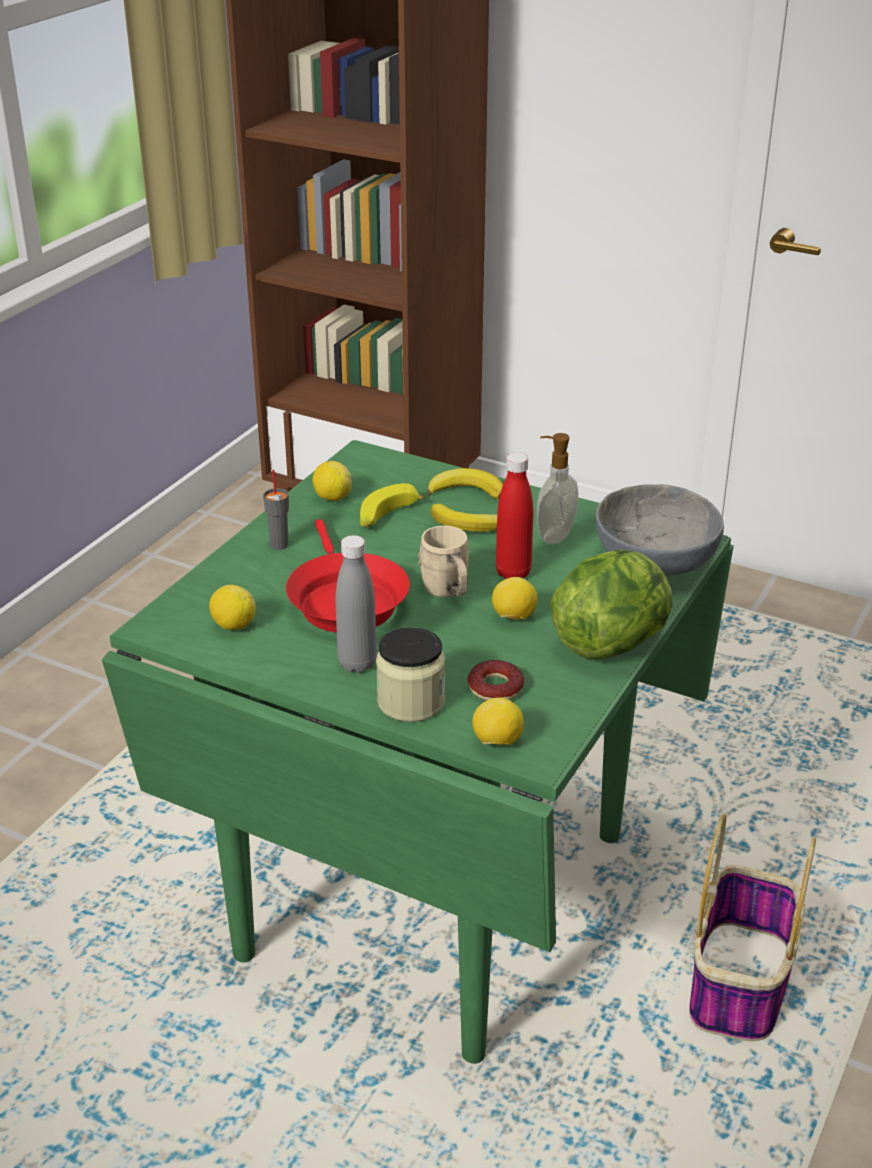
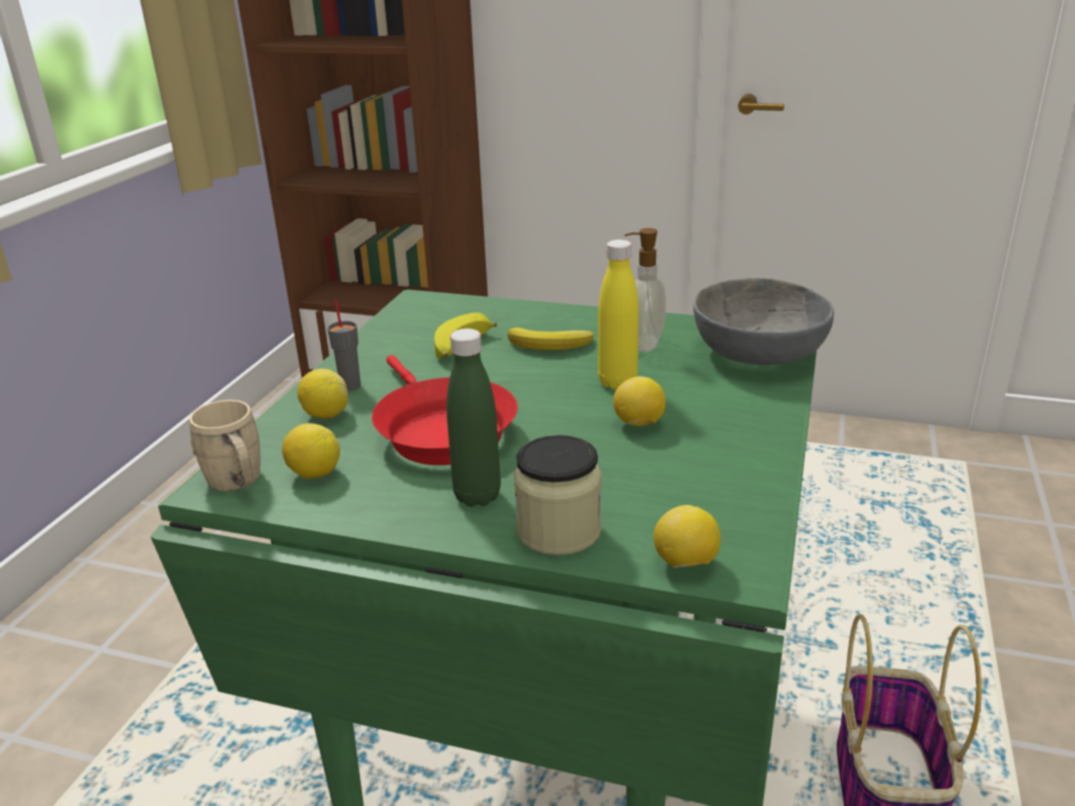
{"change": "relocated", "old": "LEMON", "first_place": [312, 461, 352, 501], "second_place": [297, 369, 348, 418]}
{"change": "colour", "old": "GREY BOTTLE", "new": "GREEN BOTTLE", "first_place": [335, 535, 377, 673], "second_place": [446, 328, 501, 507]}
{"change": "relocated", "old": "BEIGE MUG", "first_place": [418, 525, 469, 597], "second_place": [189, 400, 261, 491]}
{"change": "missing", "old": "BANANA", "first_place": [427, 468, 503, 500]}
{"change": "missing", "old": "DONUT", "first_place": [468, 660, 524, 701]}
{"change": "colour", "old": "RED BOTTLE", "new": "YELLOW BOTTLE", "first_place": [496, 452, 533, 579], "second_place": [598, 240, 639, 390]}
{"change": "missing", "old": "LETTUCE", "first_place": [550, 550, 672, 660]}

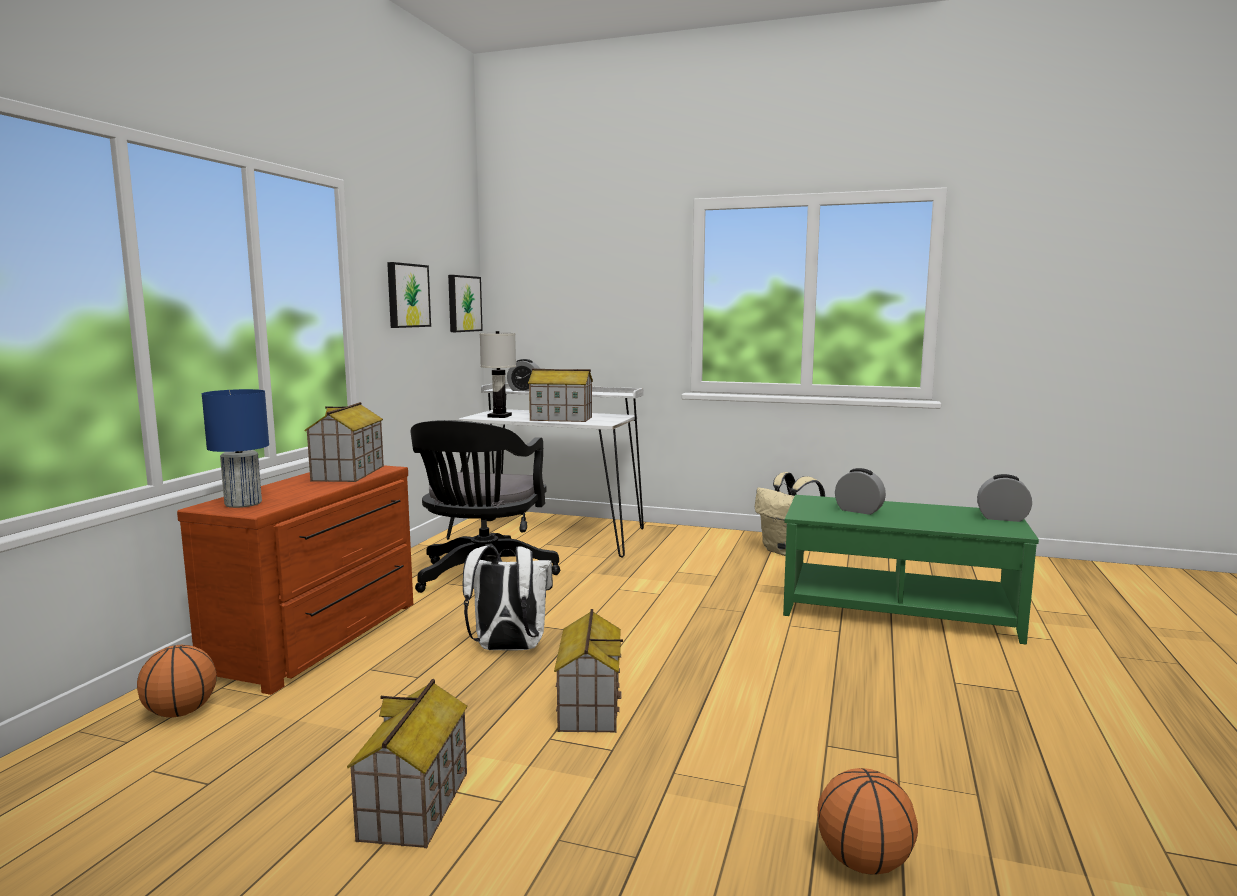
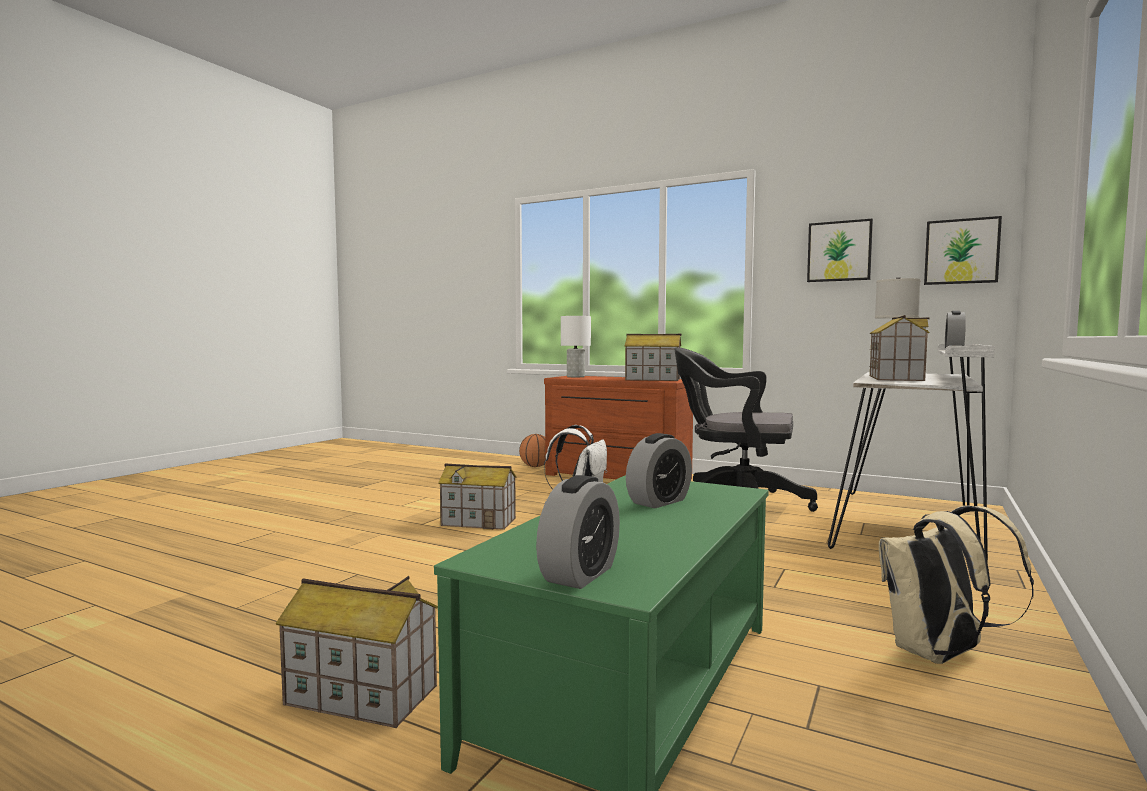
{"change": "colour", "old": "BLUE TABLE LAMP", "new": "WHITE TABLE LAMP", "first_place": [202, 389, 269, 508], "second_place": [561, 316, 591, 377]}
{"change": "relocated", "old": "TOY HOUSE", "first_place": [347, 679, 467, 848], "second_place": [275, 576, 438, 728]}
{"change": "missing", "old": "BASKETBALL", "first_place": [817, 768, 918, 875]}

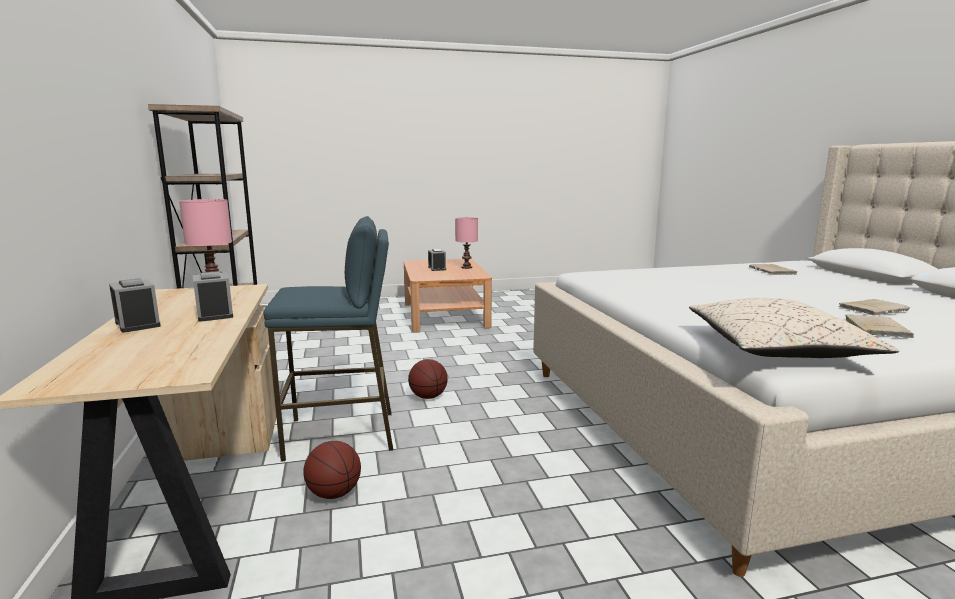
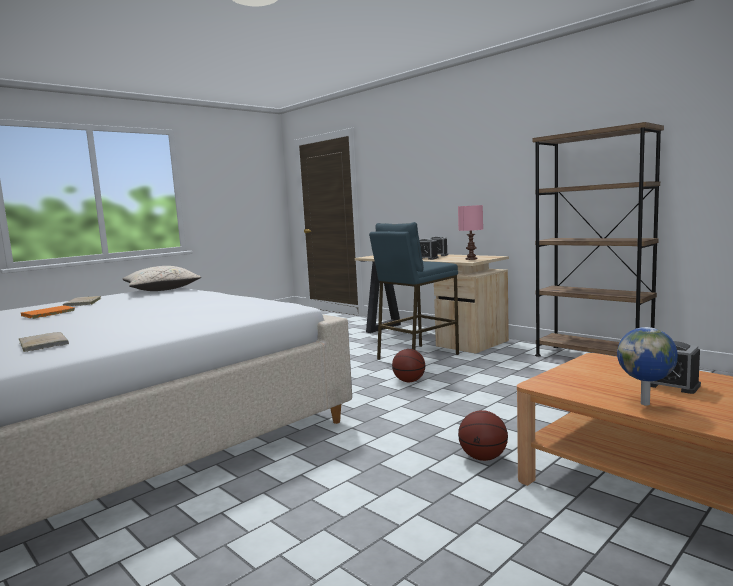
{"change": "relocated", "old": "BASKETBALL", "first_place": [304, 441, 361, 499], "second_place": [458, 410, 508, 461]}
{"change": "exchanged", "old": "PINK TABLE LAMP", "new": "GLOBE", "first_place": [455, 217, 478, 269], "second_place": [617, 327, 678, 406]}
{"change": "colour", "old": "BEIGE BOOK", "new": "ORANGE BOOK", "first_place": [838, 299, 910, 316], "second_place": [21, 305, 75, 319]}

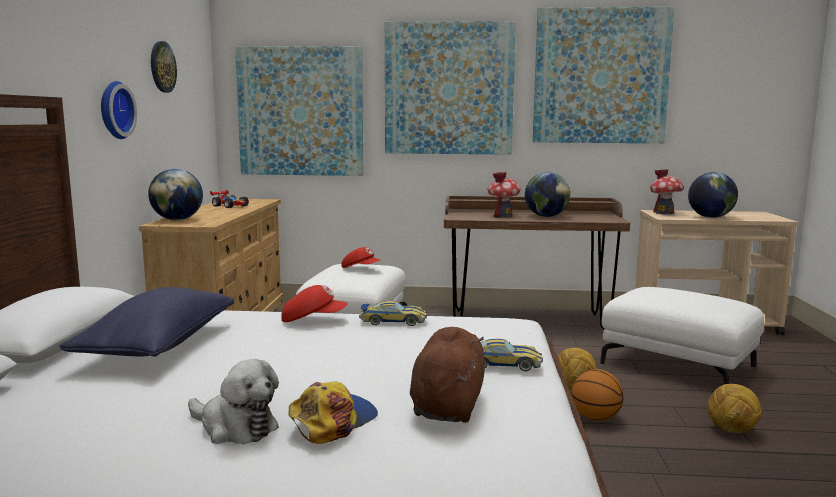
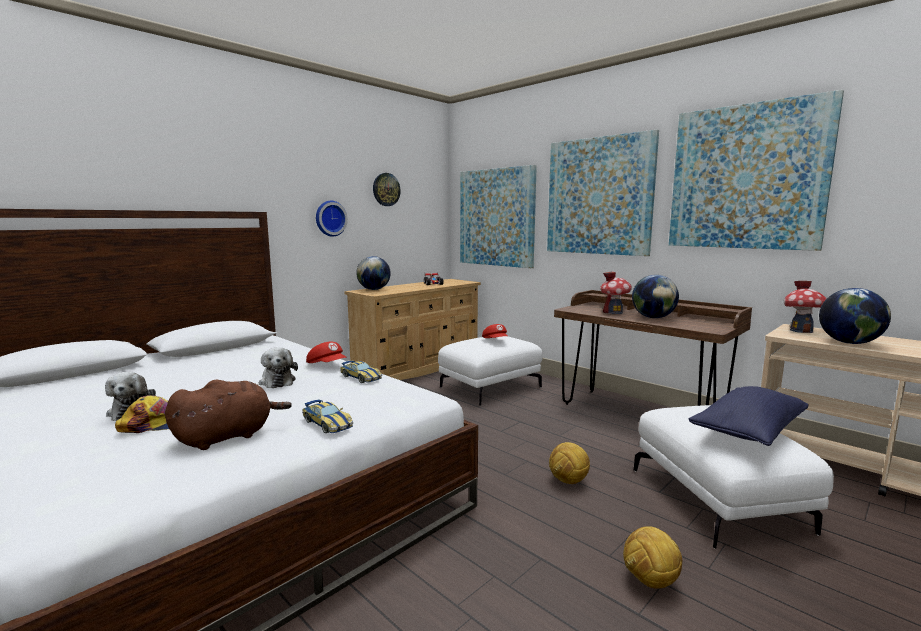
{"change": "relocated", "old": "BLUE PILLOW", "first_place": [59, 287, 234, 356], "second_place": [689, 386, 809, 446]}
{"change": "missing", "old": "BASKETBALL", "first_place": [572, 369, 624, 421]}
{"change": "appeared", "new": "PLUSH TOY", "second_place": [259, 347, 298, 388]}

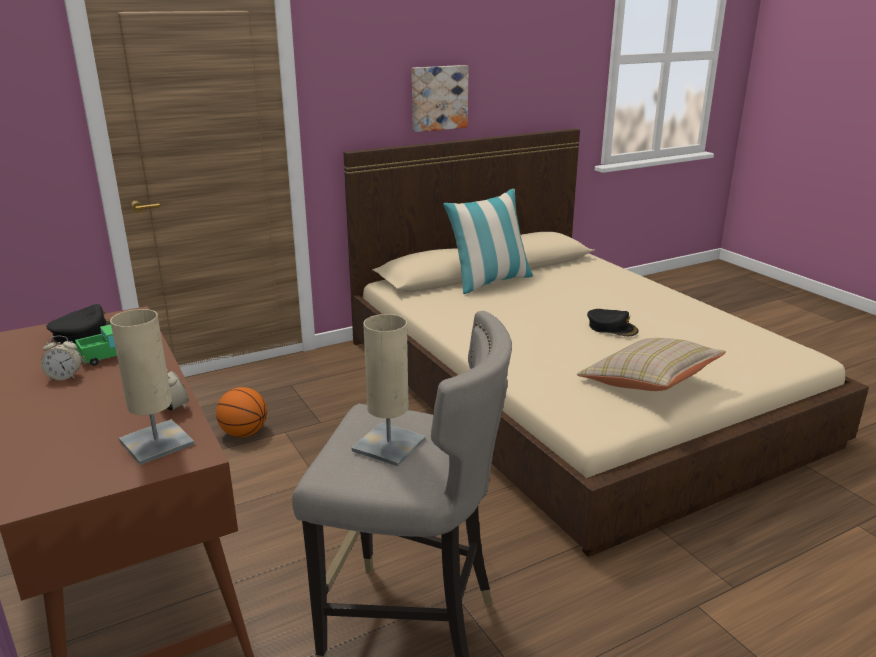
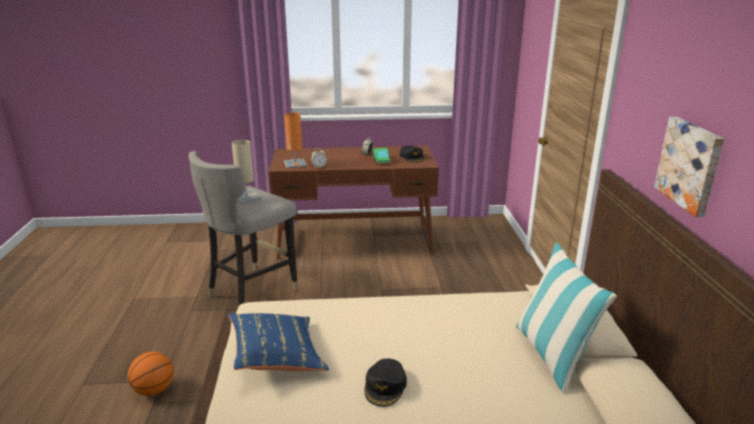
{"change": "colour", "old": "BEIGE TABLE LAMP", "new": "ORANGE TABLE LAMP", "first_place": [110, 309, 194, 465], "second_place": [284, 113, 307, 168]}
{"change": "relocated", "old": "BASKETBALL", "first_place": [216, 387, 267, 437], "second_place": [128, 352, 174, 396]}
{"change": "colour", "old": "BEIGE PILLOW", "new": "BLUE PILLOW", "first_place": [577, 338, 726, 391], "second_place": [228, 313, 329, 371]}
{"change": "spun", "old": "BLACK CAP", "first_place": [587, 309, 639, 336], "second_place": [365, 359, 407, 407], "degrees": -45}

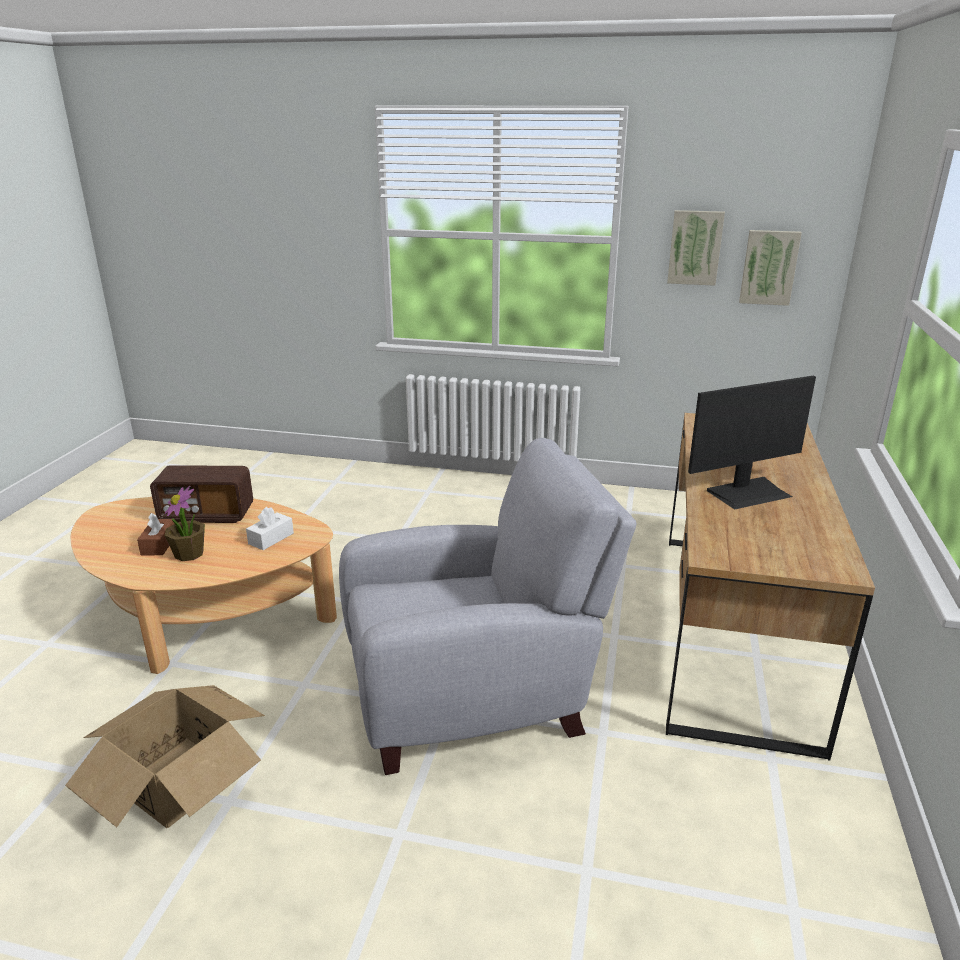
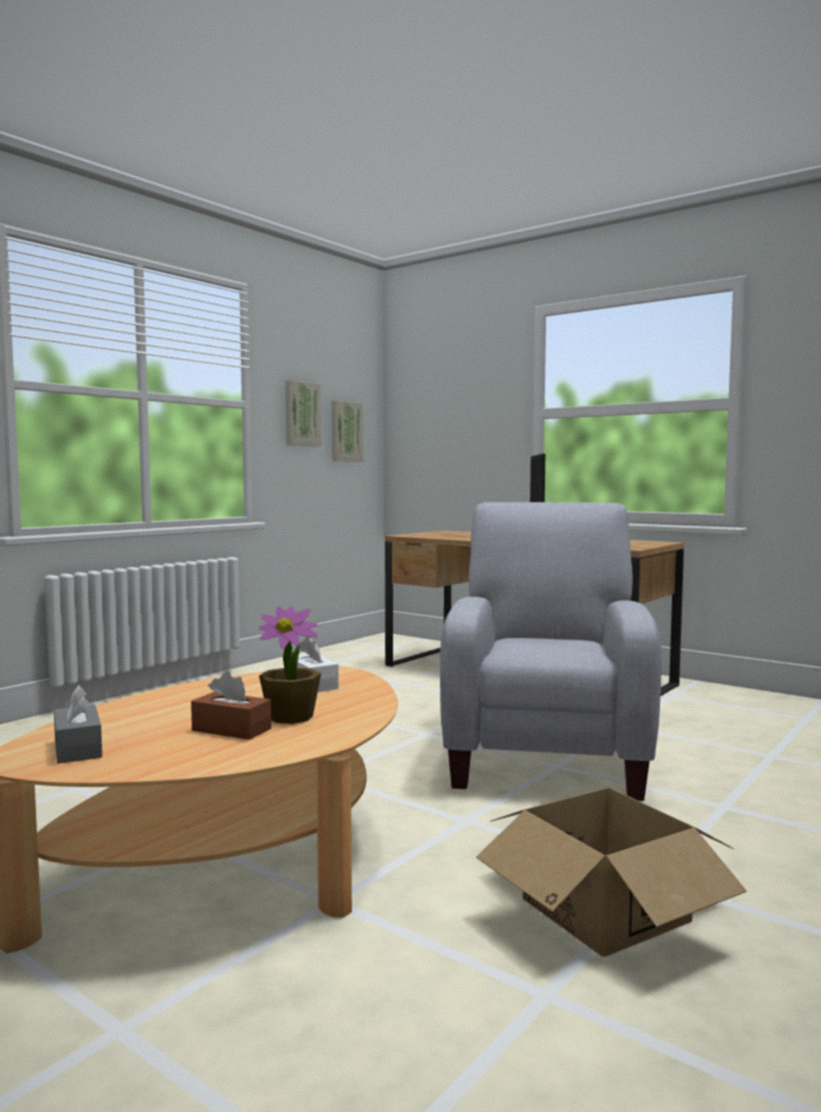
{"change": "missing", "old": "RADIO", "first_place": [150, 465, 253, 523]}
{"change": "appeared", "new": "GREY TISSUE BOX", "second_place": [54, 685, 102, 764]}

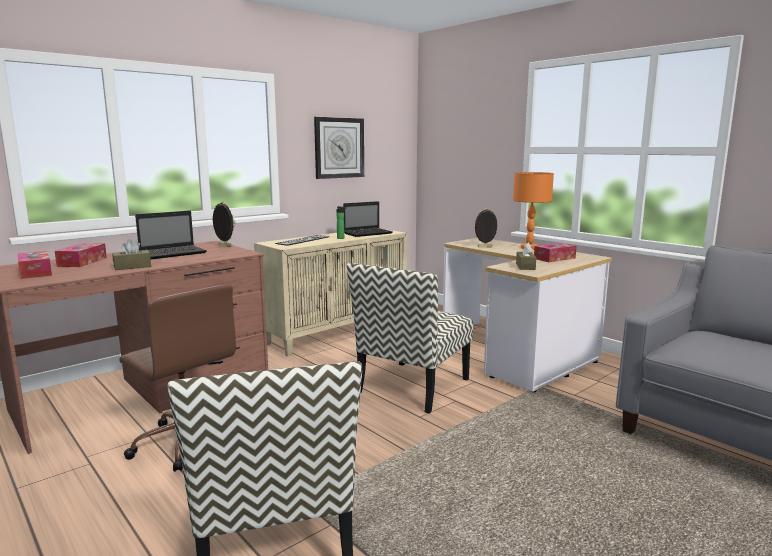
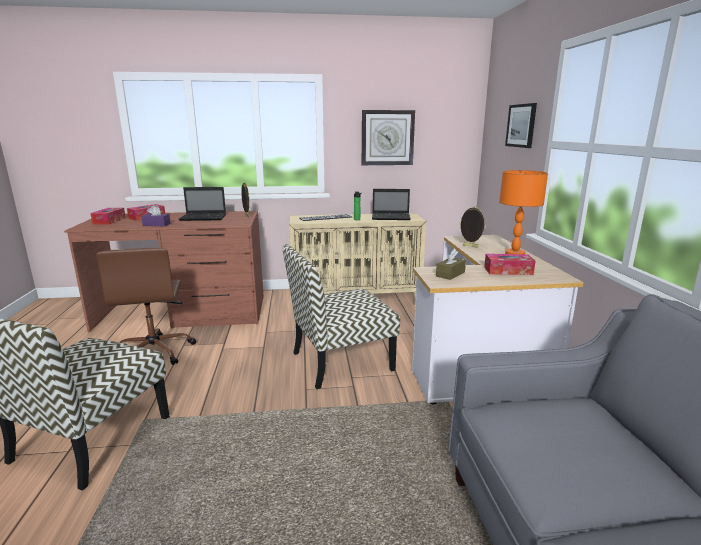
{"change": "colour", "old": "BROWN TISSUE BOX", "new": "PURPLE TISSUE BOX", "first_place": [112, 239, 151, 270], "second_place": [141, 205, 171, 226]}
{"change": "appeared", "new": "PICTURE", "second_place": [505, 103, 537, 148]}

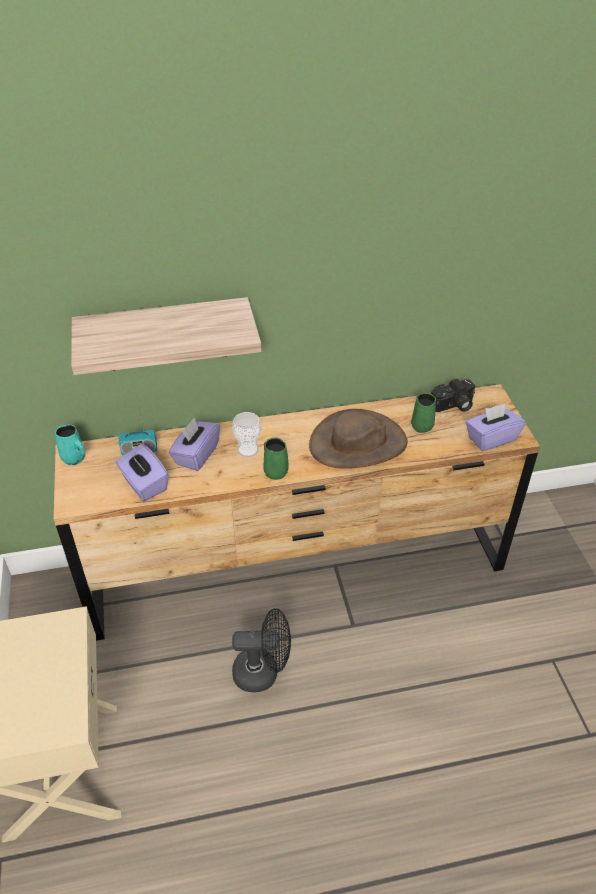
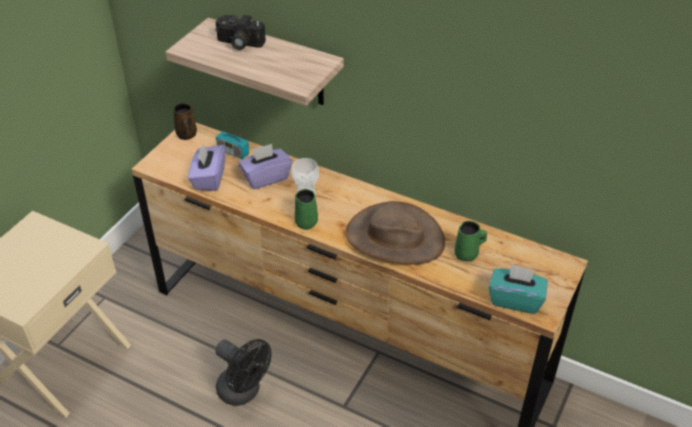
{"change": "colour", "old": "TURQUOISE MUG", "new": "BROWN MUG", "first_place": [55, 424, 85, 465], "second_place": [174, 103, 197, 140]}
{"change": "relocated", "old": "PHOTO CAMERA", "first_place": [431, 379, 475, 412], "second_place": [216, 15, 266, 50]}
{"change": "colour", "old": "PURPLE TISSUE BOX", "new": "TURQUOISE TISSUE BOX", "first_place": [466, 404, 525, 451], "second_place": [489, 264, 548, 314]}

